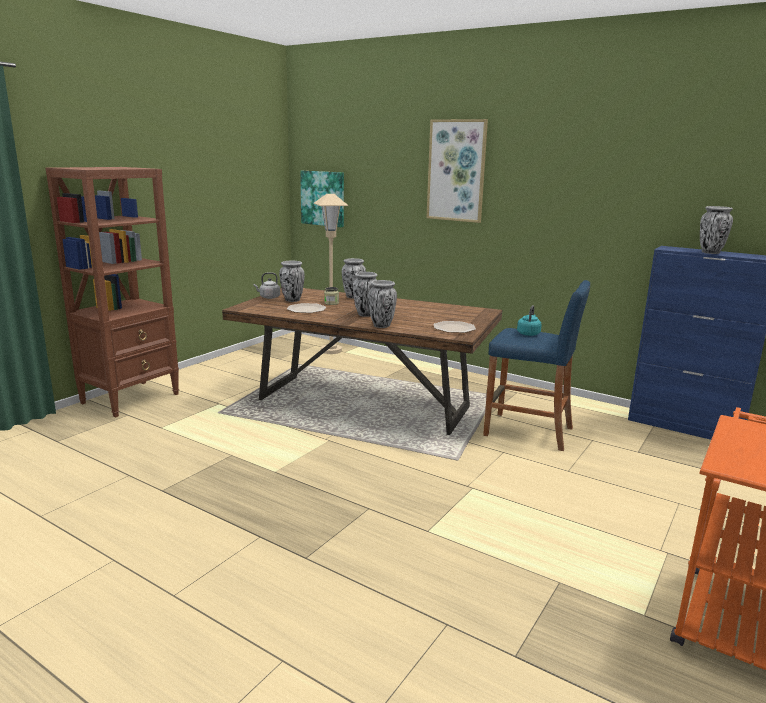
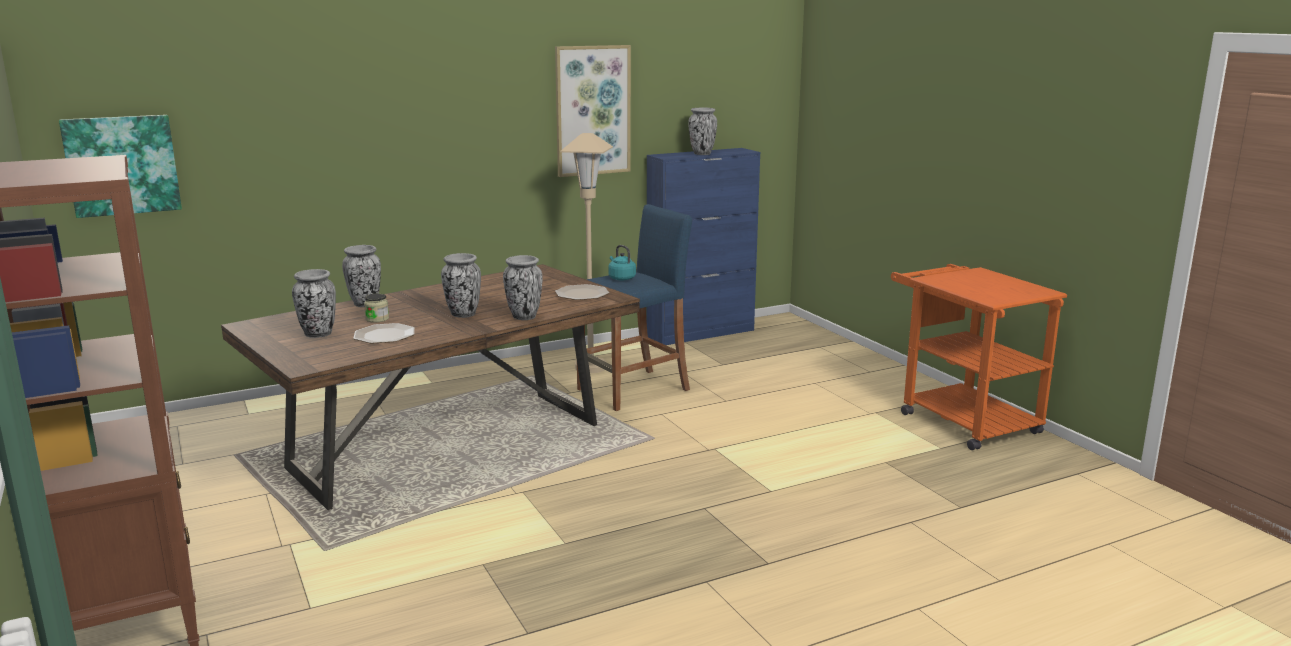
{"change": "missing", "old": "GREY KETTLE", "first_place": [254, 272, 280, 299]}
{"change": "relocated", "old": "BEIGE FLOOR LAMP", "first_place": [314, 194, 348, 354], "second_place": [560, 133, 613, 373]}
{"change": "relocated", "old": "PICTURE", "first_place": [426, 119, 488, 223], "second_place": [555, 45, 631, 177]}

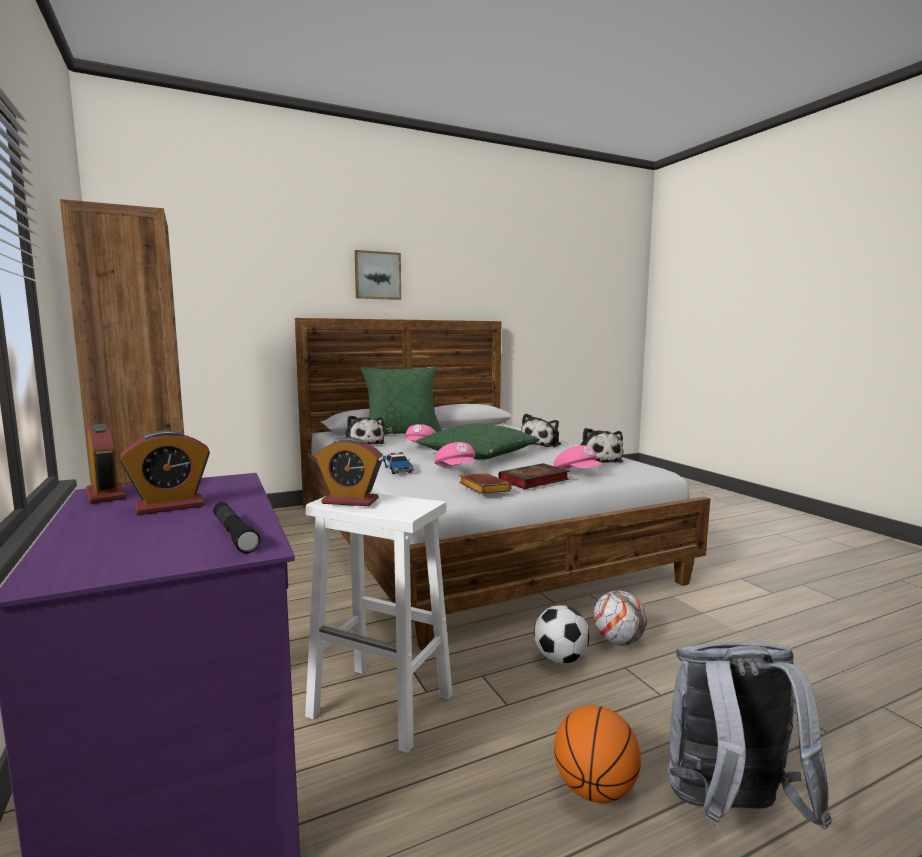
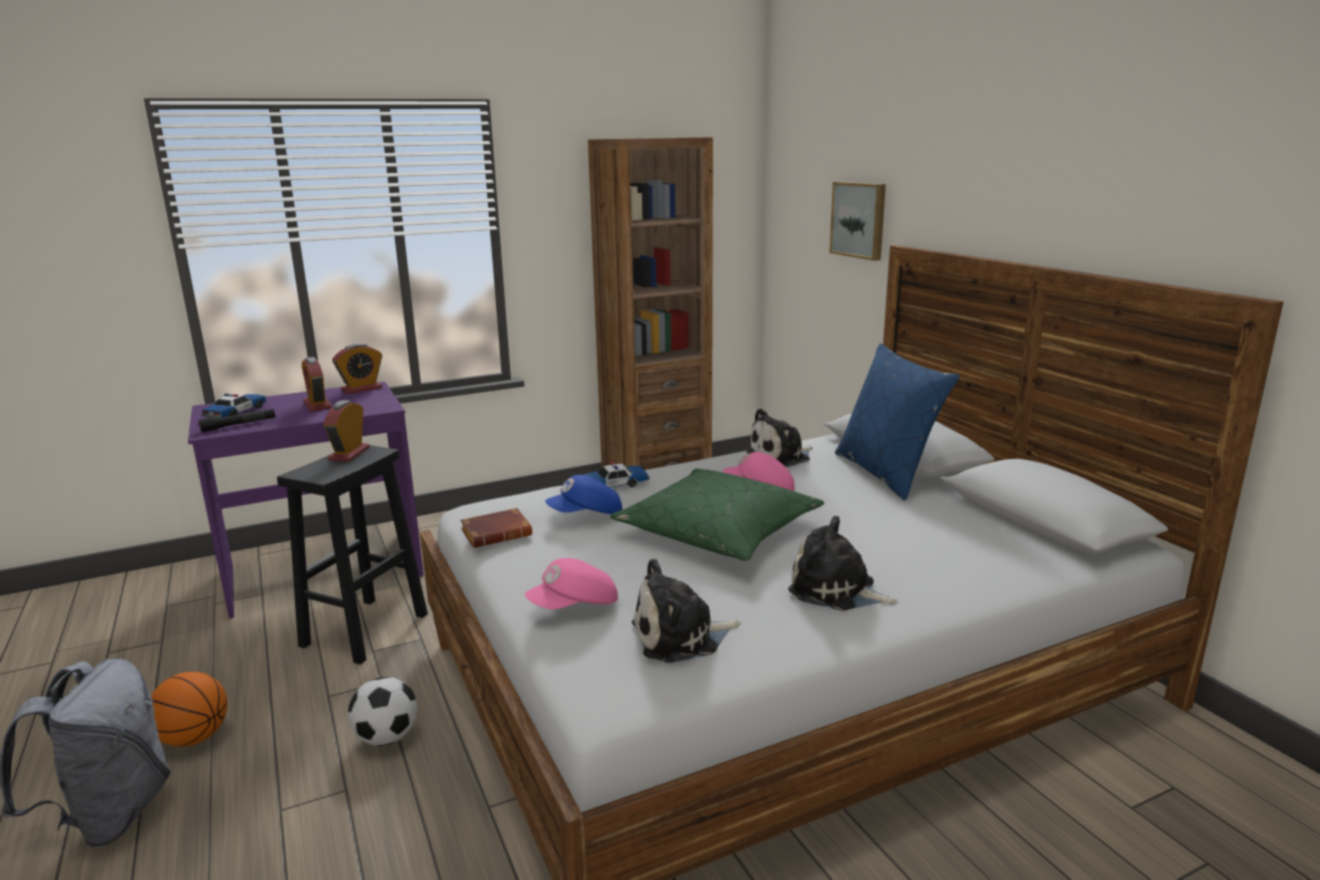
{"change": "colour", "old": "WHITE STOOL", "new": "BLACK STOOL", "first_place": [305, 492, 453, 753], "second_place": [277, 445, 428, 665]}
{"change": "relocated", "old": "PICTURE", "first_place": [355, 250, 401, 300], "second_place": [829, 182, 886, 261]}
{"change": "colour", "old": "GREEN PILLOW", "new": "BLUE PILLOW", "first_place": [361, 366, 442, 435], "second_place": [835, 343, 960, 501]}
{"change": "colour", "old": "PINK CAP", "new": "BLUE CAP", "first_place": [434, 442, 477, 466], "second_place": [545, 475, 622, 514]}
{"change": "missing", "old": "BOOK", "first_place": [499, 463, 570, 489]}
{"change": "missing", "old": "FOOTBALL", "first_place": [593, 590, 647, 645]}
{"change": "appeared", "new": "TOY CAR", "second_place": [201, 394, 267, 418]}

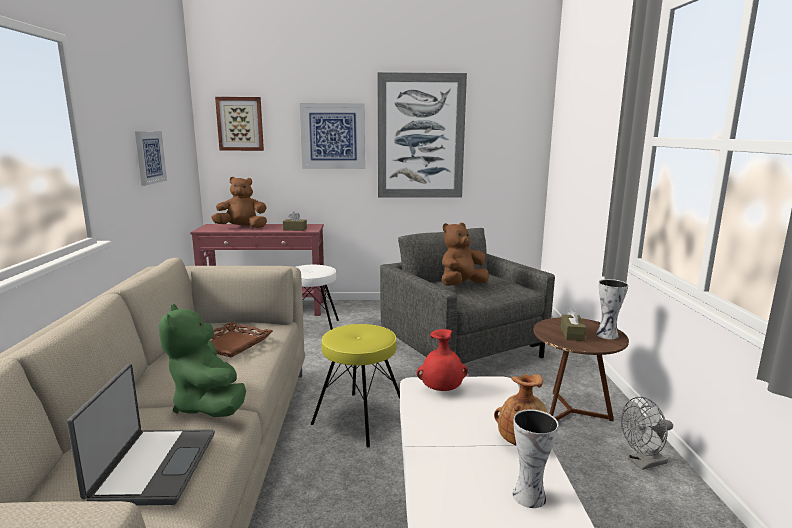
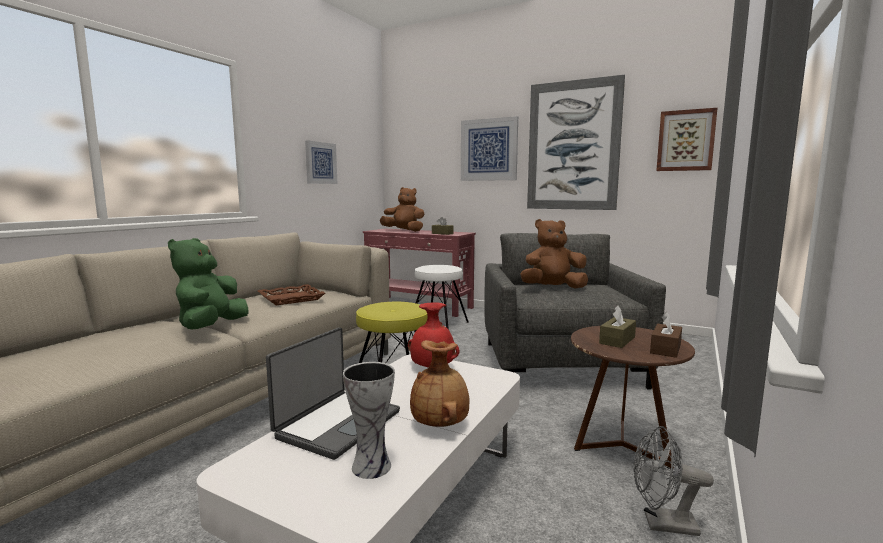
{"change": "relocated", "old": "LAPTOP", "first_place": [67, 364, 215, 506], "second_place": [266, 327, 400, 460]}
{"change": "relocated", "old": "PICTURE", "first_place": [215, 97, 264, 151], "second_place": [656, 108, 717, 171]}
{"change": "exchanged", "old": "VASE", "new": "BROWN TISSUE BOX", "first_place": [596, 279, 628, 339], "second_place": [650, 312, 682, 358]}

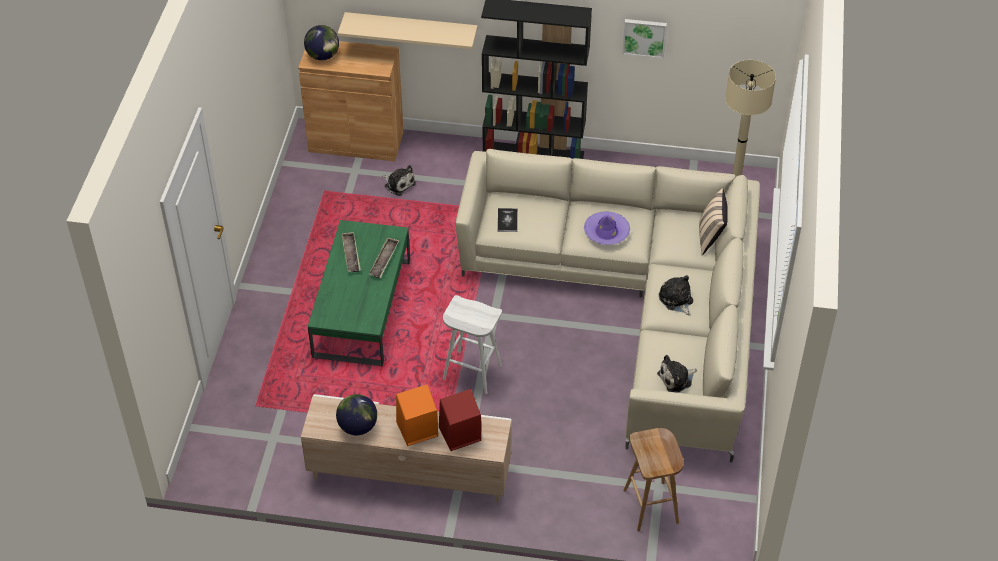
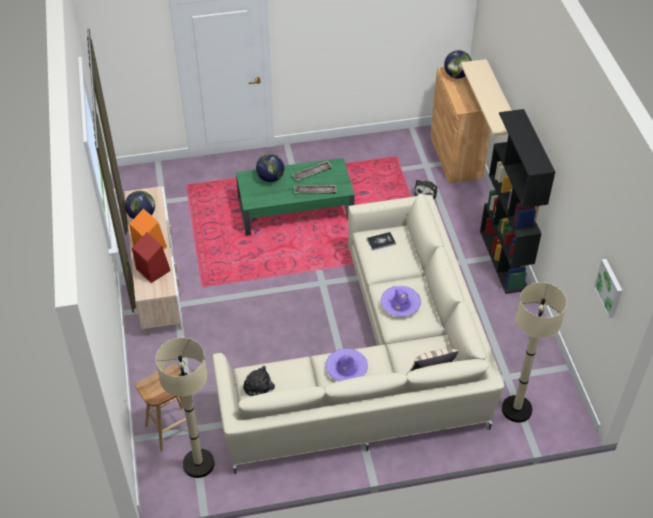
{"change": "missing", "old": "WHITE STOOL", "first_place": [443, 295, 502, 394]}
{"change": "relocated", "old": "PICTURE", "first_place": [622, 19, 667, 59], "second_place": [594, 259, 623, 318]}
{"change": "exchanged", "old": "PLUSH TOY", "new": "PURPLE HAT", "first_place": [659, 275, 693, 316], "second_place": [325, 348, 368, 381]}
{"change": "appeared", "new": "BEIGE FLOOR LAMP", "second_place": [156, 338, 215, 478]}
{"change": "appeared", "new": "GLOBE", "second_place": [256, 154, 284, 182]}

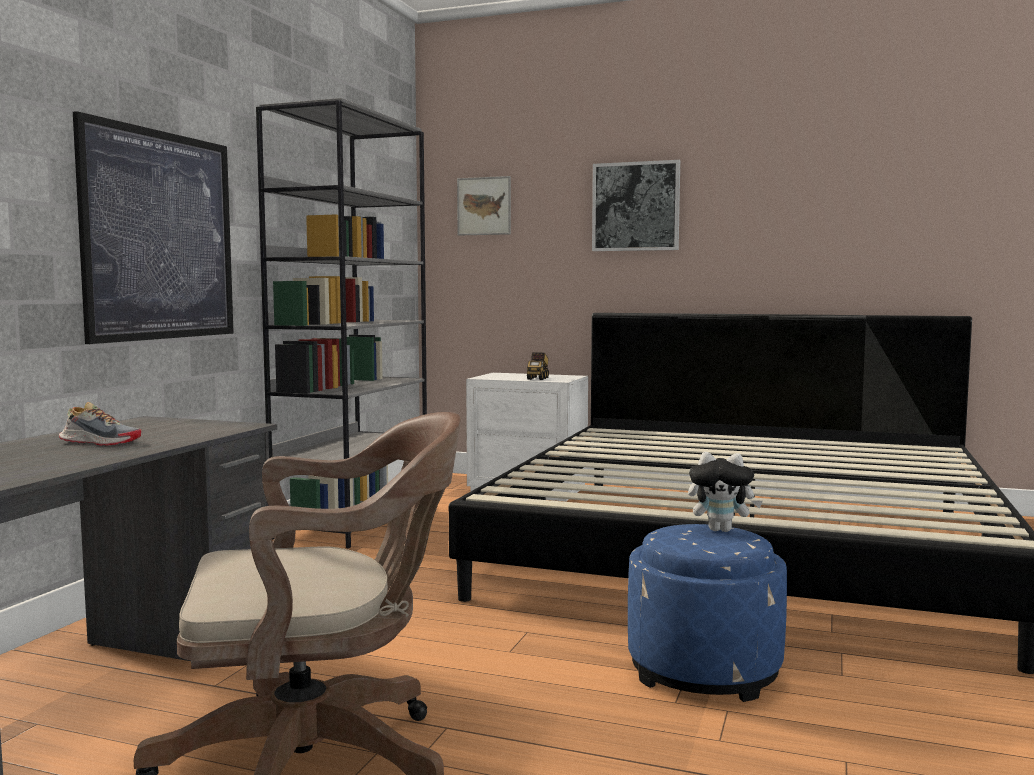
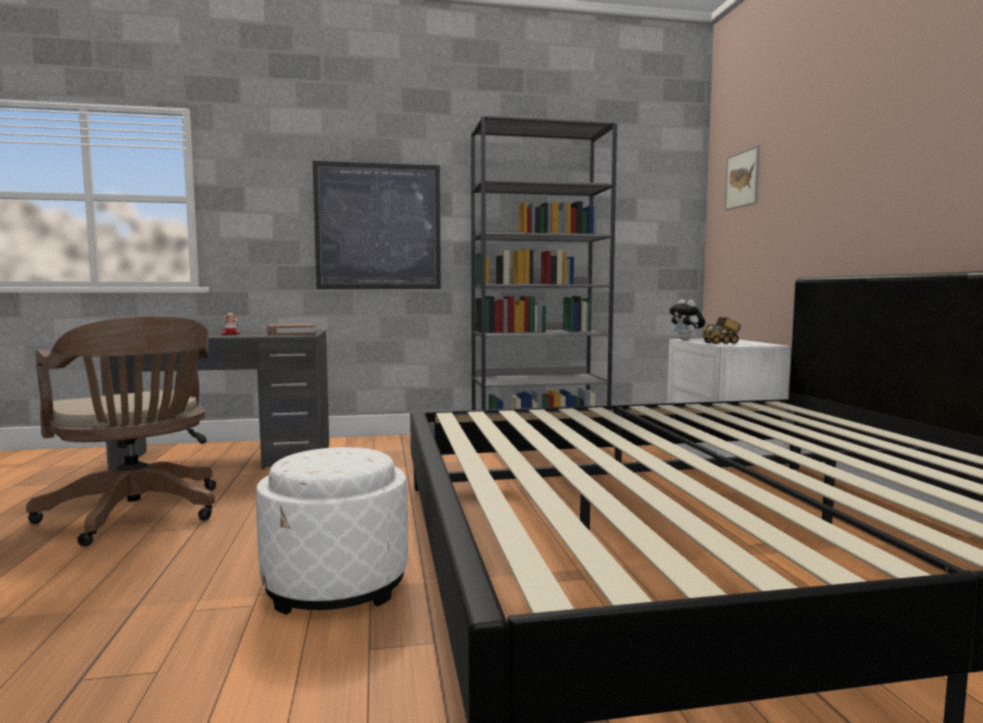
{"change": "missing", "old": "PICTURE", "first_place": [592, 160, 680, 251]}
{"change": "colour", "old": "BLUE OTTOMAN", "new": "WHITE OTTOMAN", "first_place": [628, 524, 787, 702], "second_place": [256, 447, 408, 615]}
{"change": "relocated", "old": "PLUSH TOY", "first_place": [688, 452, 763, 532], "second_place": [669, 299, 706, 340]}
{"change": "appeared", "new": "BROWN BOOK", "second_place": [267, 323, 316, 335]}

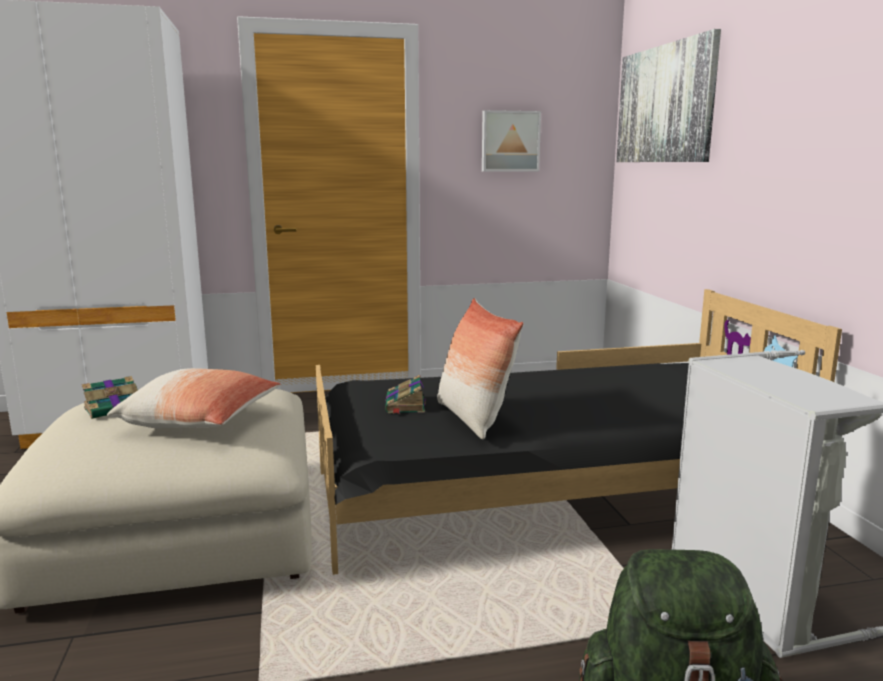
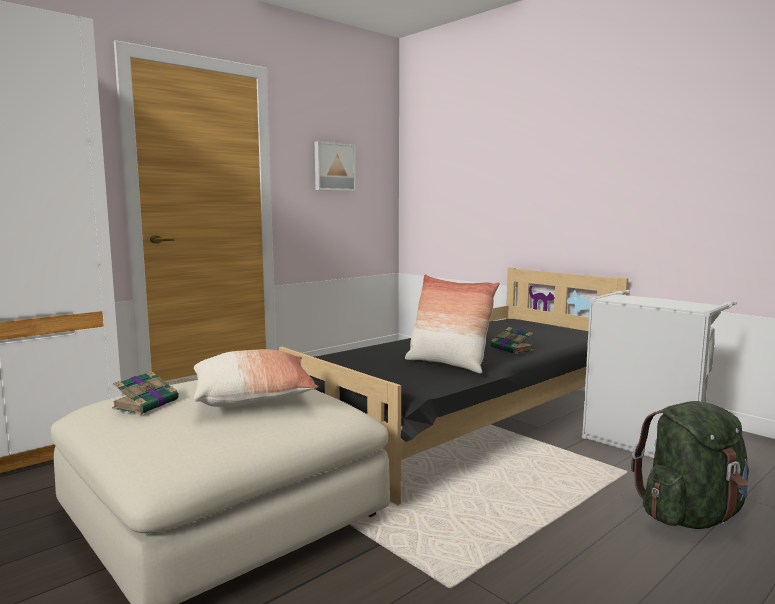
{"change": "relocated", "old": "BOOK", "first_place": [385, 375, 426, 414], "second_place": [490, 327, 534, 354]}
{"change": "missing", "old": "PICTURE", "first_place": [616, 29, 721, 162]}

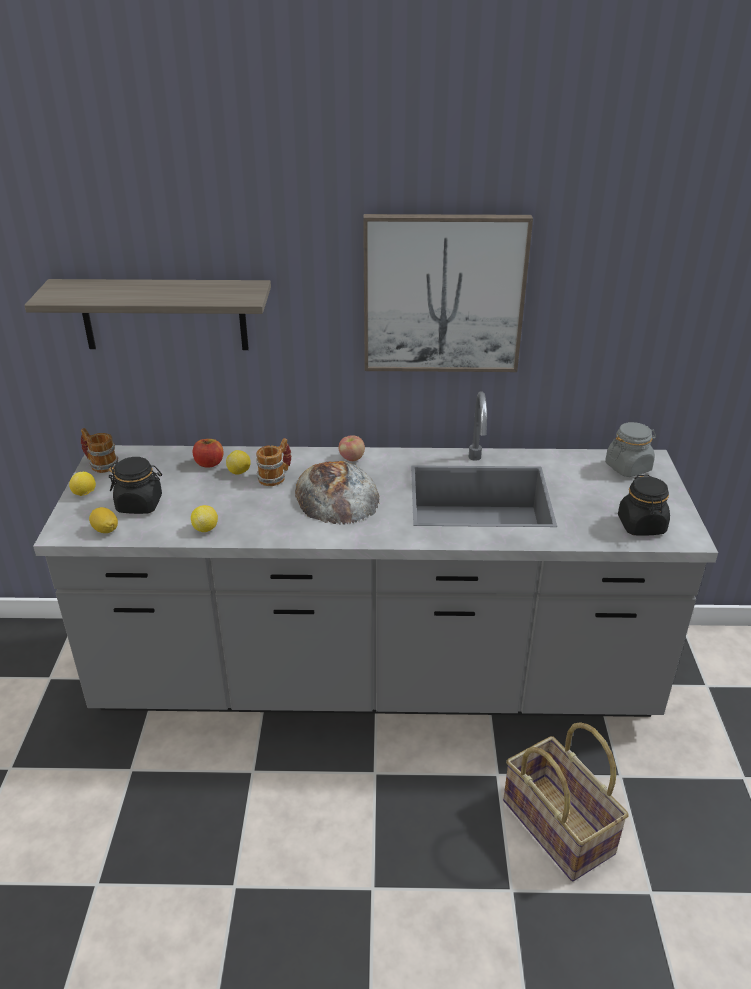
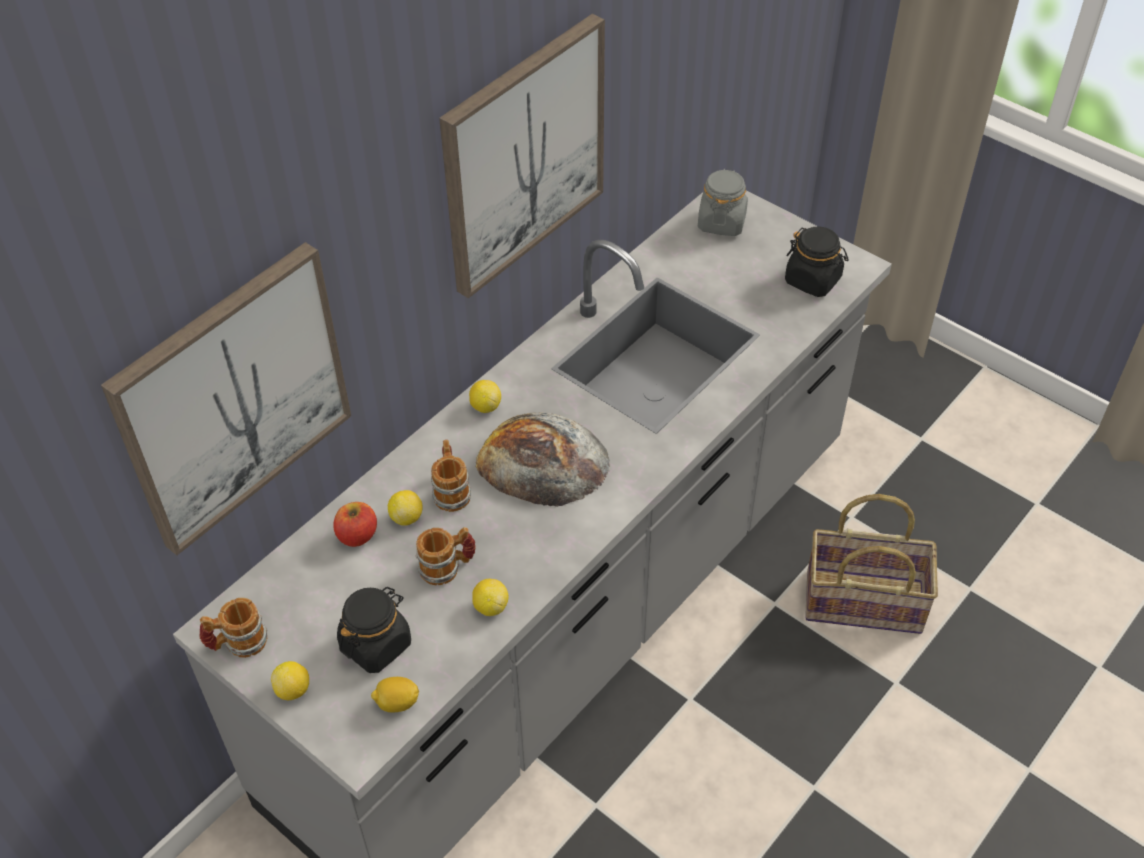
{"change": "exchanged", "old": "SHELF", "new": "PICTURE", "first_place": [24, 279, 271, 350], "second_place": [101, 242, 351, 555]}
{"change": "exchanged", "old": "APPLE", "new": "LEMON", "first_place": [339, 435, 365, 461], "second_place": [469, 380, 501, 413]}
{"change": "appeared", "new": "MUG", "second_place": [416, 527, 476, 585]}

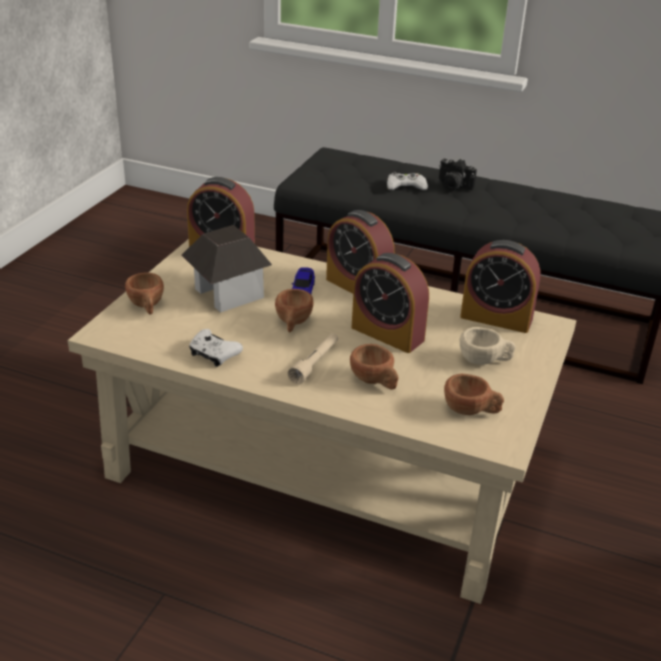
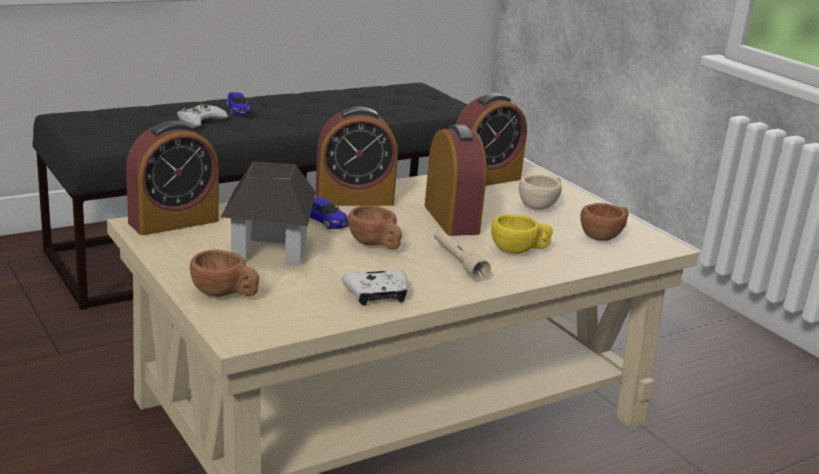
{"change": "colour", "old": "BROWN CUP", "new": "YELLOW CUP", "first_place": [350, 344, 398, 390], "second_place": [491, 214, 553, 254]}
{"change": "spun", "old": "ALARM CLOCK", "first_place": [352, 253, 429, 353], "second_place": [425, 125, 487, 236], "degrees": -90}
{"change": "exchanged", "old": "PHOTO CAMERA", "new": "TOY CAR", "first_place": [439, 158, 477, 191], "second_place": [227, 92, 251, 115]}

